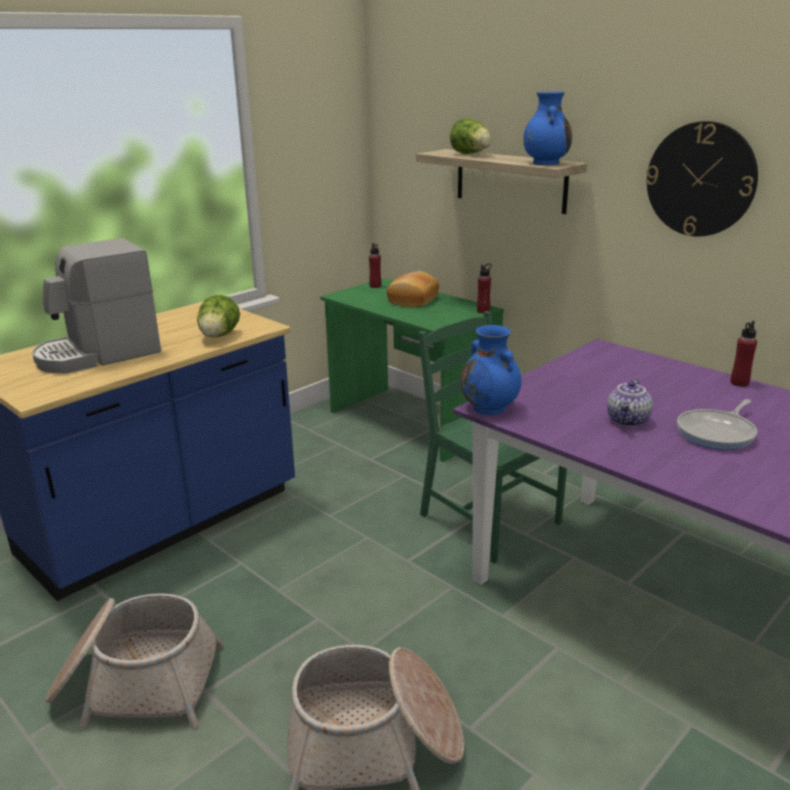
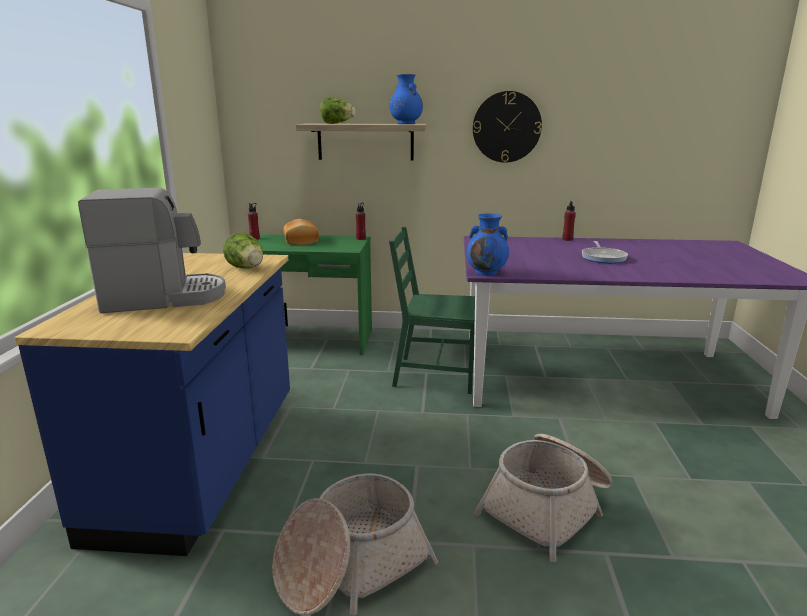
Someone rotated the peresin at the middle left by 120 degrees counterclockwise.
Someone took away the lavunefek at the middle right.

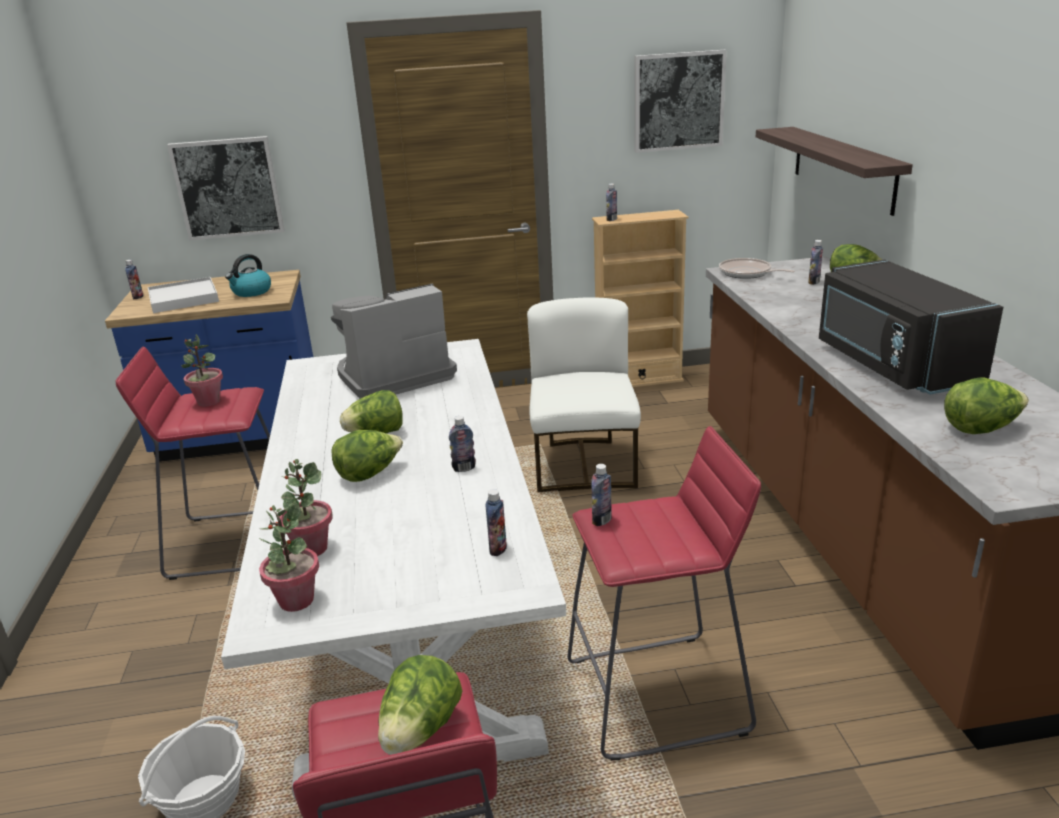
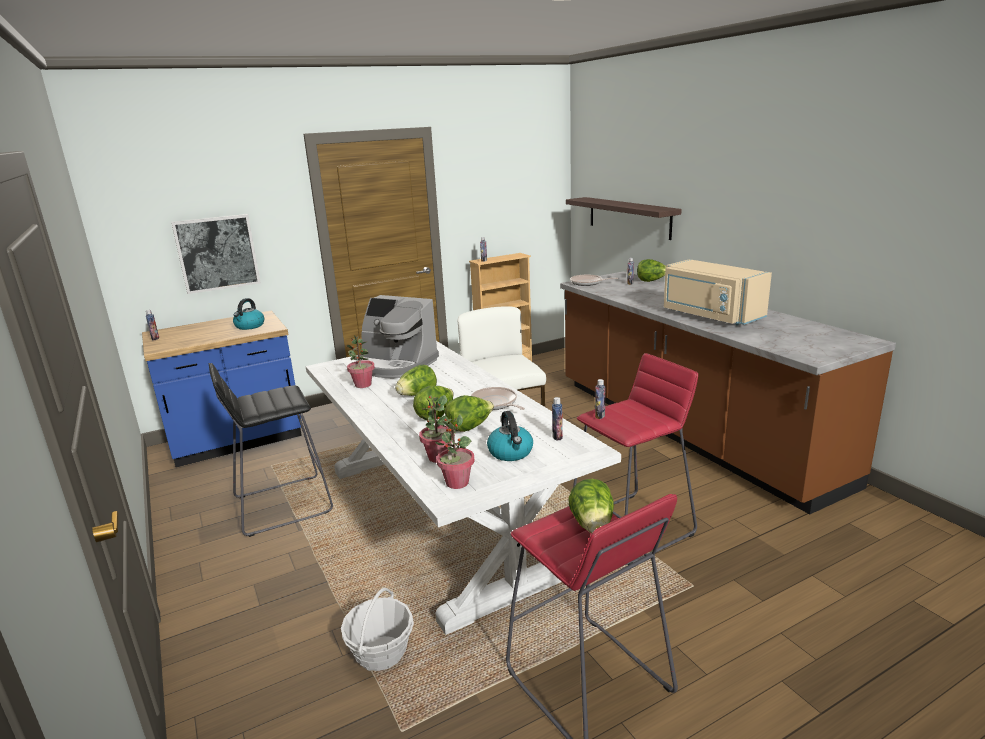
Someone repainted the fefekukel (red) (no. 1 from left) at the middle left, which became the fefekukel (black) at the middle left.
Someone carried the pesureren (no. 1 from left) from the middle left to the centre.
Someone rotated the peresin at the centre by 105 degrees counterclockwise.
Someone carried the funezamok (no. 5 from left in the first image) from the middle right to the centre.
Someone swapped the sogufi (no. 2 from left) at the centre for the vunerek (no. 1 from left) at the centre.
Someone put down the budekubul (no. 2 from left) at the centre.
Someone repainted the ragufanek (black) at the middle right, which became the ragufanek (beige) at the middle right.
Someone took away the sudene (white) at the middle left.
Someone took away the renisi (no. 2 from left) at the top centre.

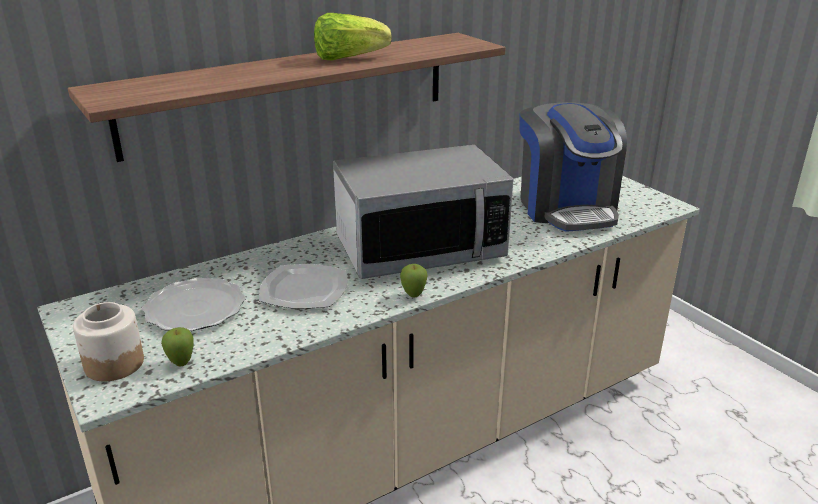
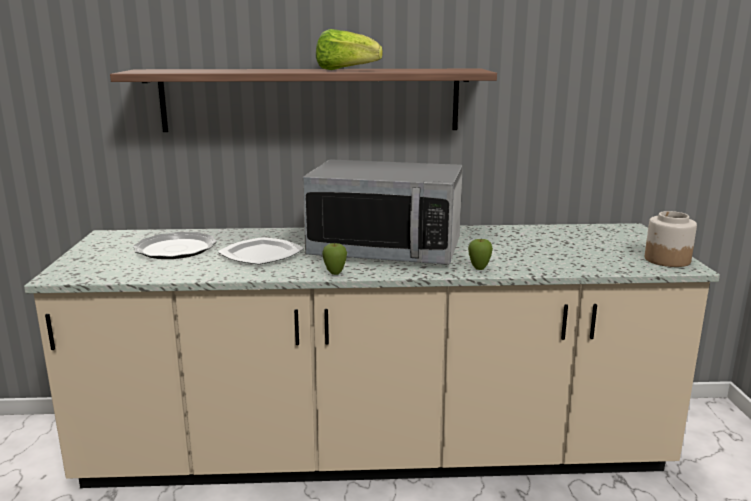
Someone carried the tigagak (no. 1 from left in the first image) from the bottom left to the centre.
Someone carried the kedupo from the bottom left to the middle right.
Someone took away the peresin at the top right.

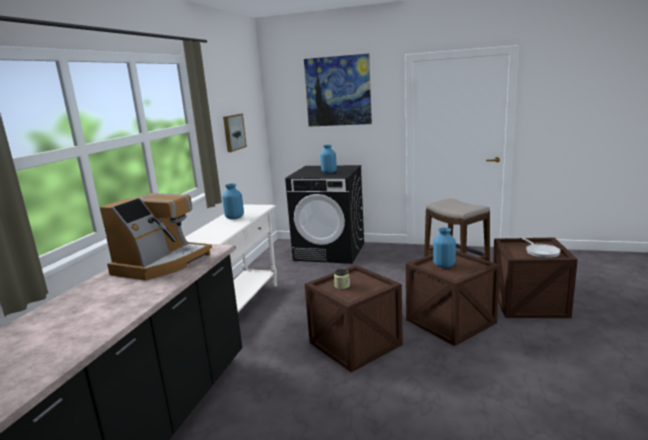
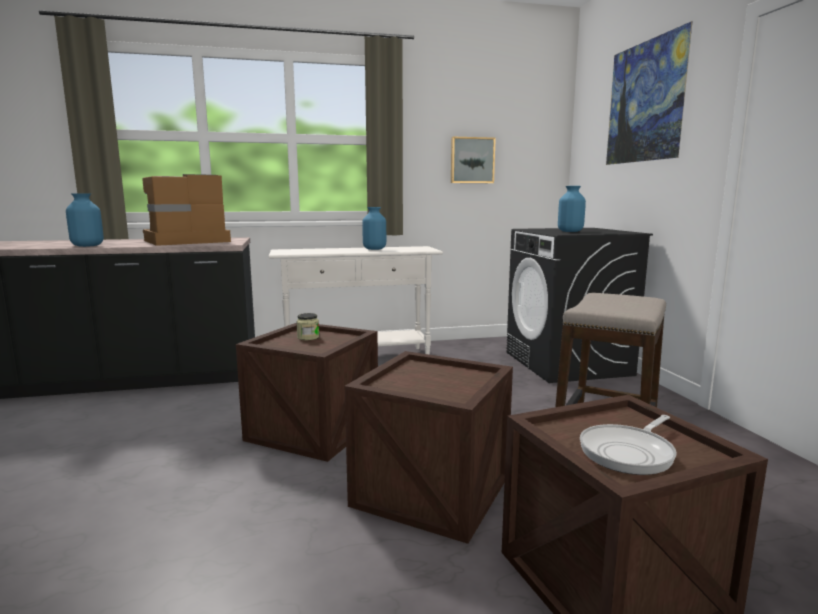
Someone carried the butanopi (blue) (no. 3 from left in the first image) from the middle right to the middle left.
Someone rotated the peresin at the middle left by 150 degrees clockwise.

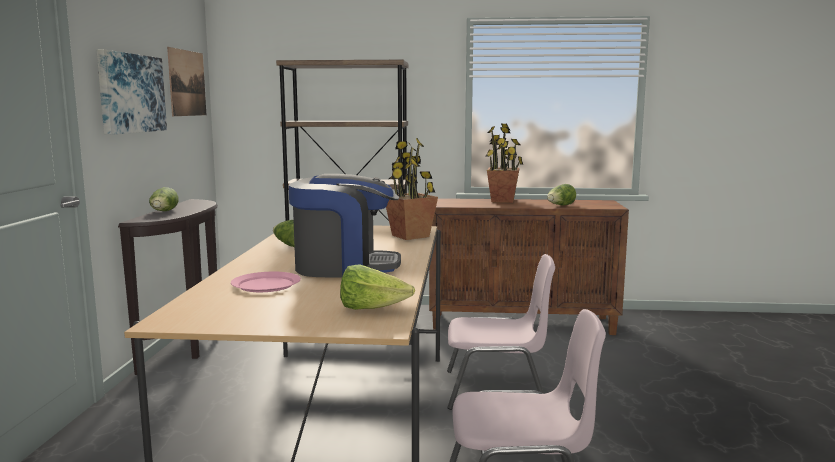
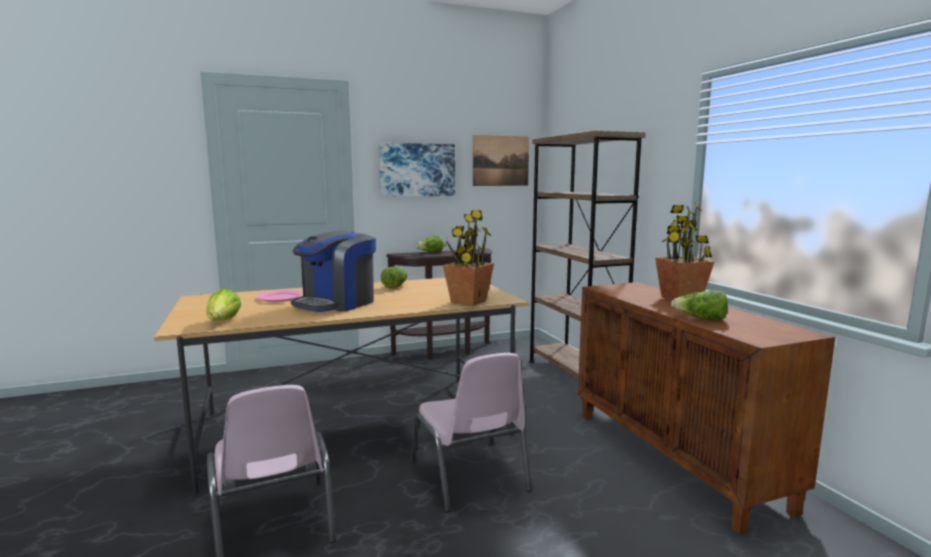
Someone rotated the peresin at the centre by 60 degrees clockwise.

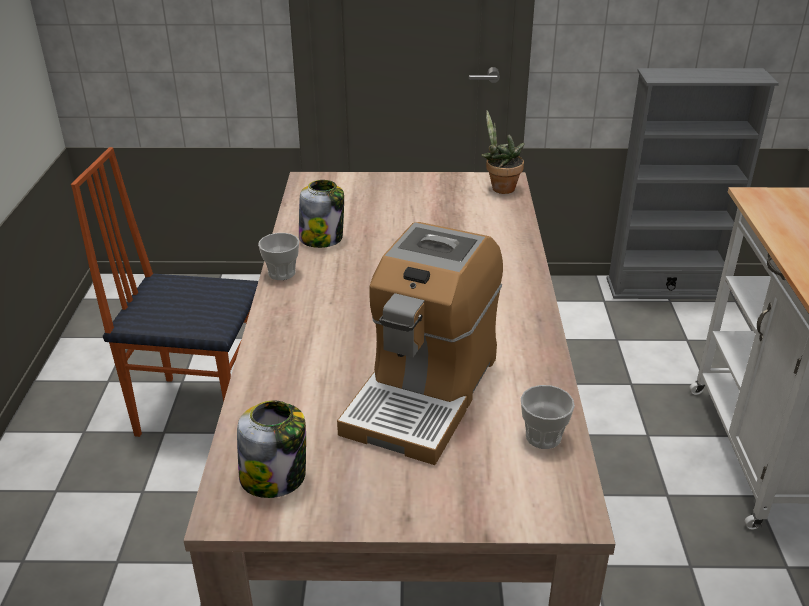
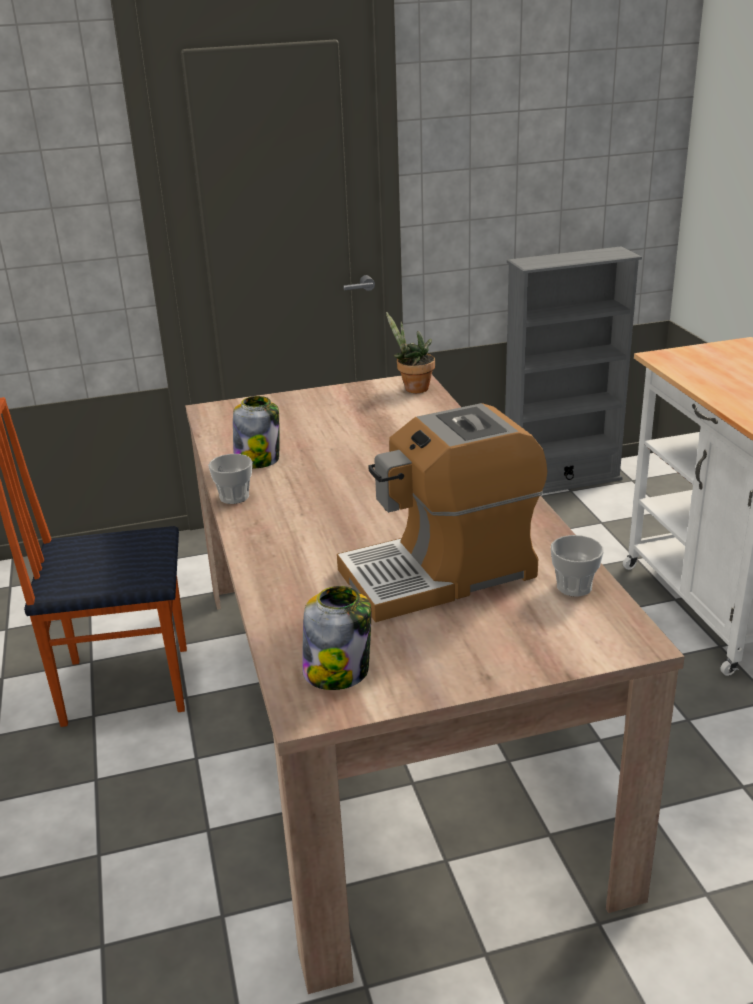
Someone rotated the peresin at the centre by 60 degrees clockwise.

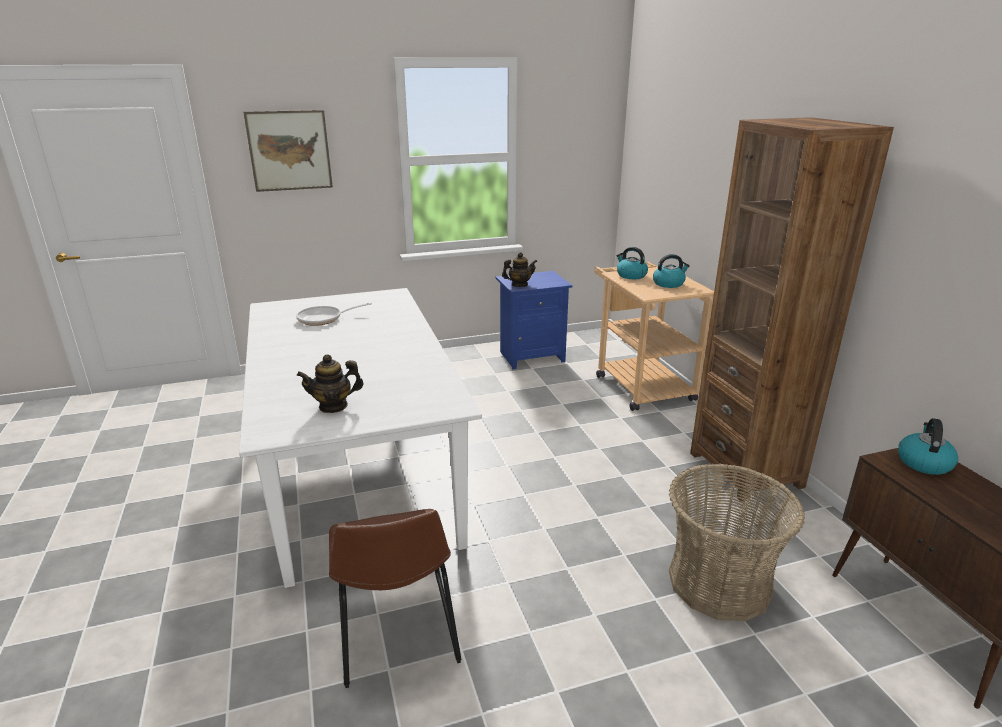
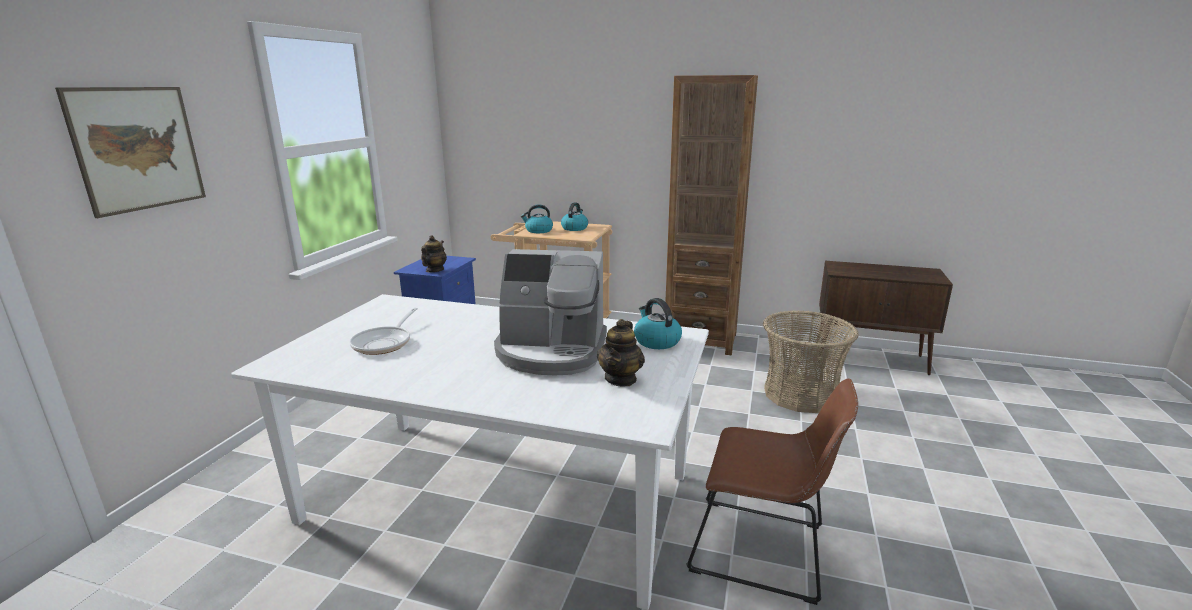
Someone put down the peresin at the centre.
Someone carried the budekubul (no. 3 from left) from the middle right to the centre.

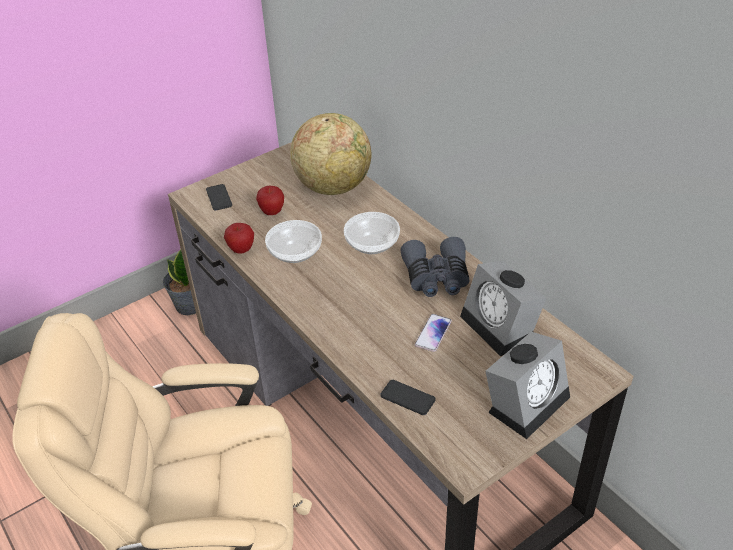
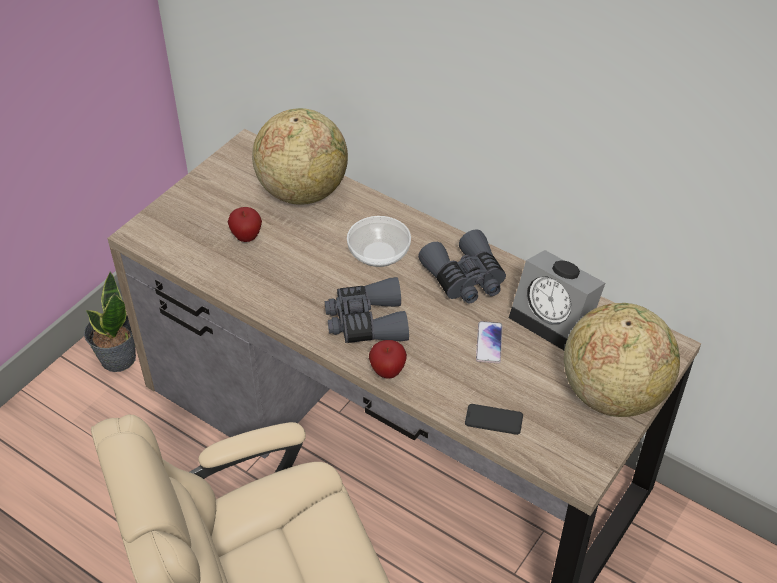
Someone put down the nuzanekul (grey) (no. 1 from left) at the centre.
Someone carried the tigagak (no. 1 from left in the first image) from the middle left to the centre.
Someone swapped the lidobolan (no. 2 from left) at the bottom right for the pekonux (no. 2 from left) at the middle right.
Someone took away the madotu (no. 1 from left) at the middle left.
Someone took away the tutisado (no. 1 from left) at the centre.

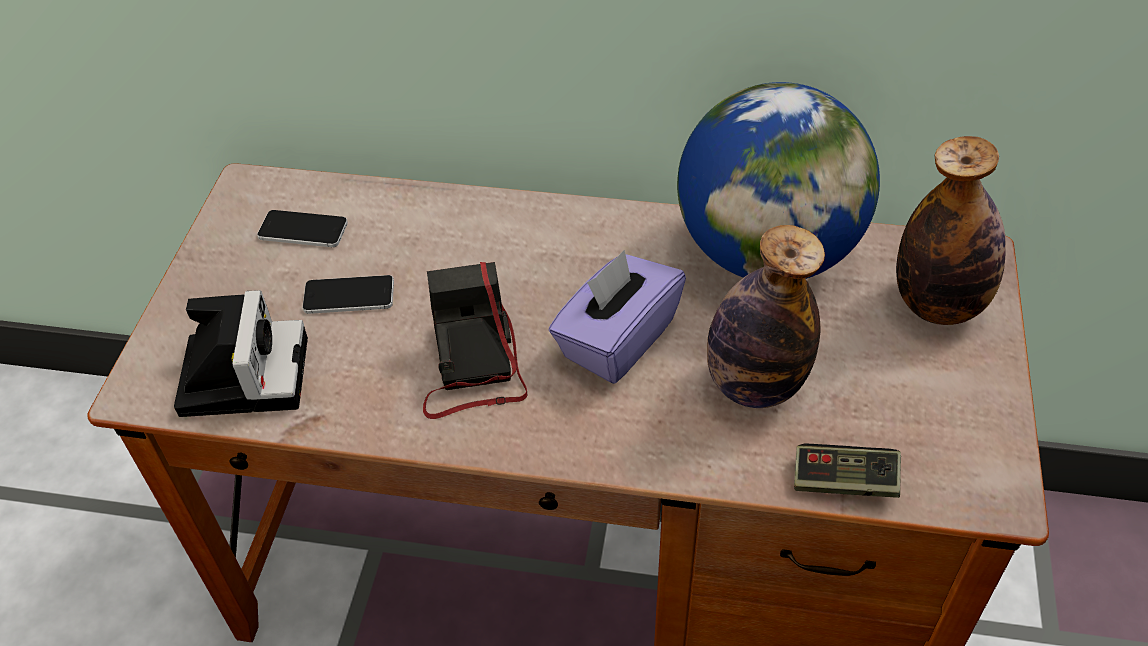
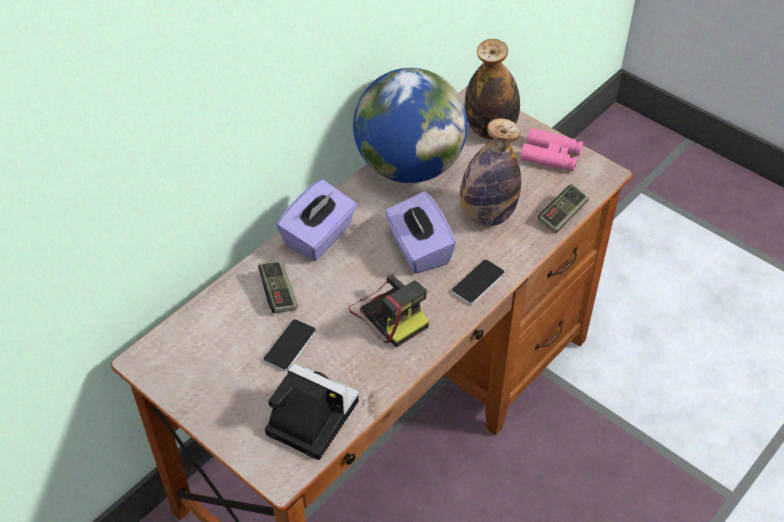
Someone put down the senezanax (no. 1 from left) at the centre.
Someone put down the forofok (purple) (no. 1 from left) at the centre.
Someone rotated the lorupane (no. 2 from left) at the centre by 150 degrees counterclockwise.
Someone carried the madotu (no. 1 from left in the first image) from the middle left to the centre.
Someone put down the nuzanekul (pink) at the top right.

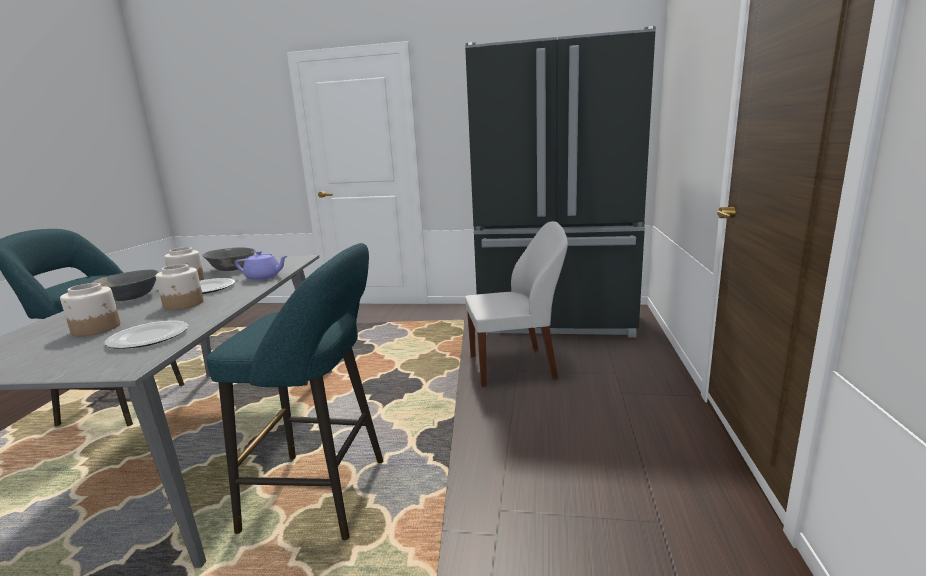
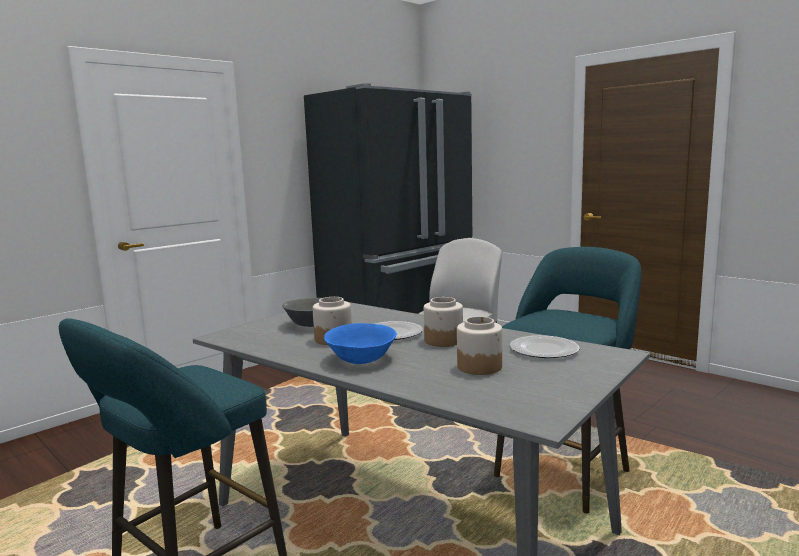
Someone repainted the tutisado (grey) (no. 1 from left) at the middle left, which became the tutisado (blue) at the centre.
Someone took away the lavunefek (purple) at the middle left.

